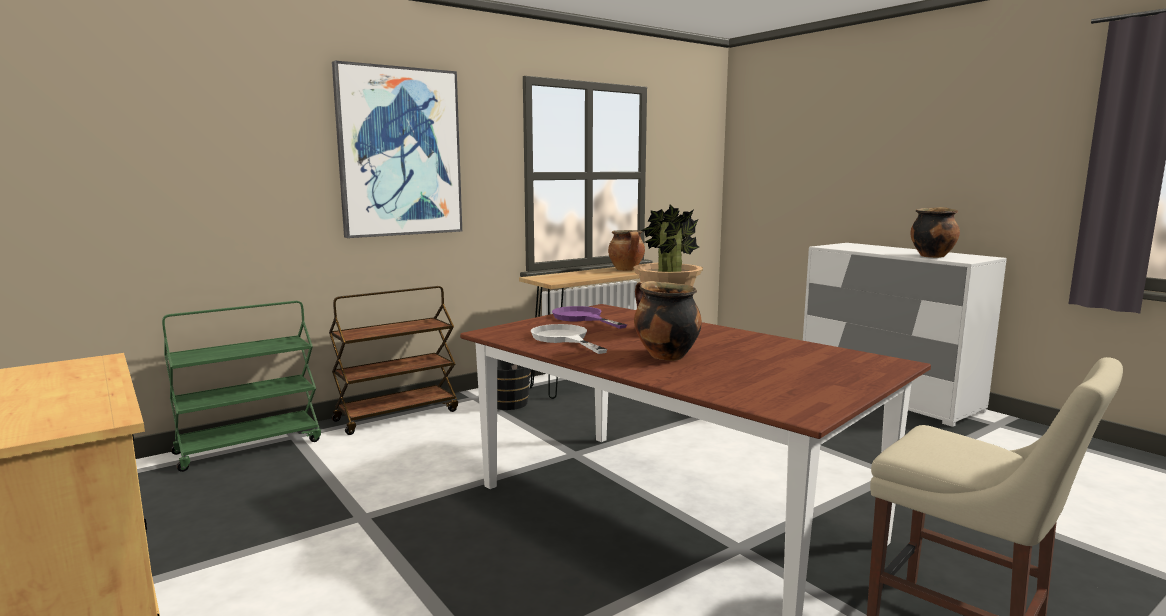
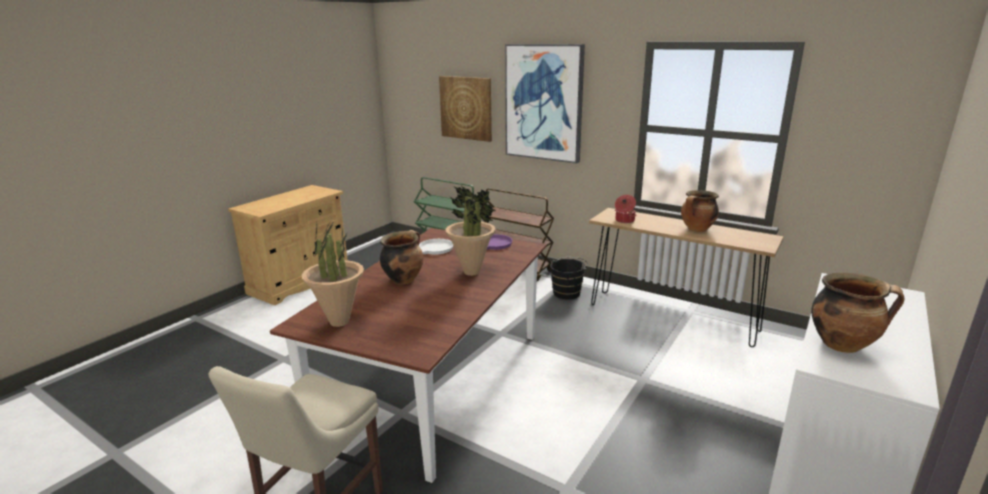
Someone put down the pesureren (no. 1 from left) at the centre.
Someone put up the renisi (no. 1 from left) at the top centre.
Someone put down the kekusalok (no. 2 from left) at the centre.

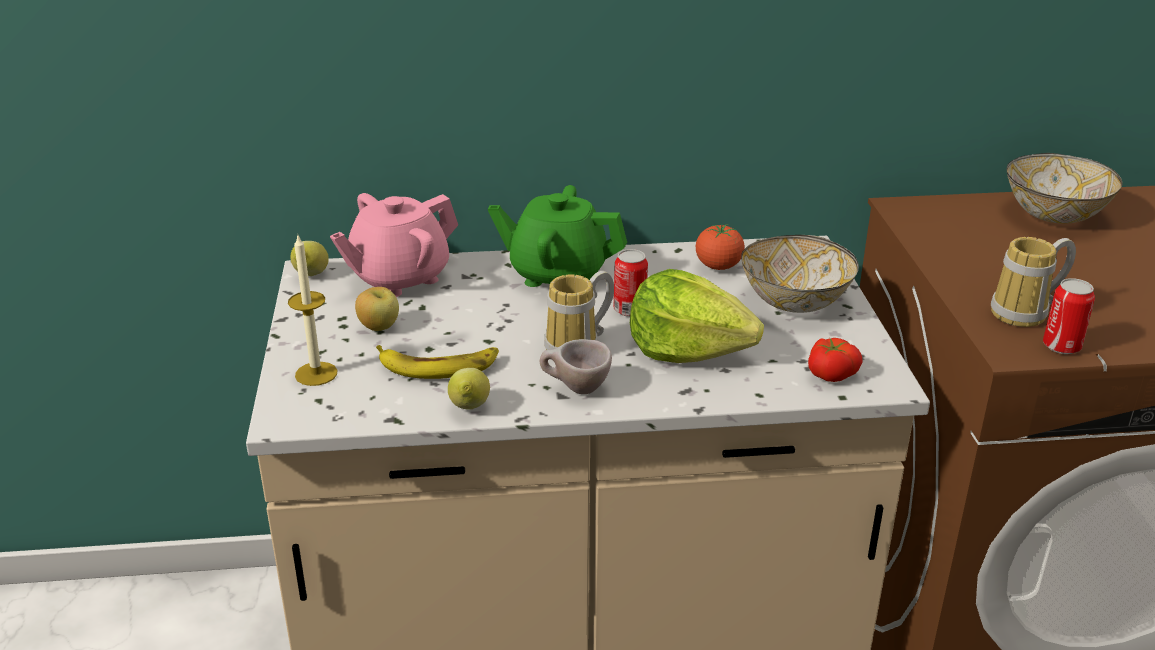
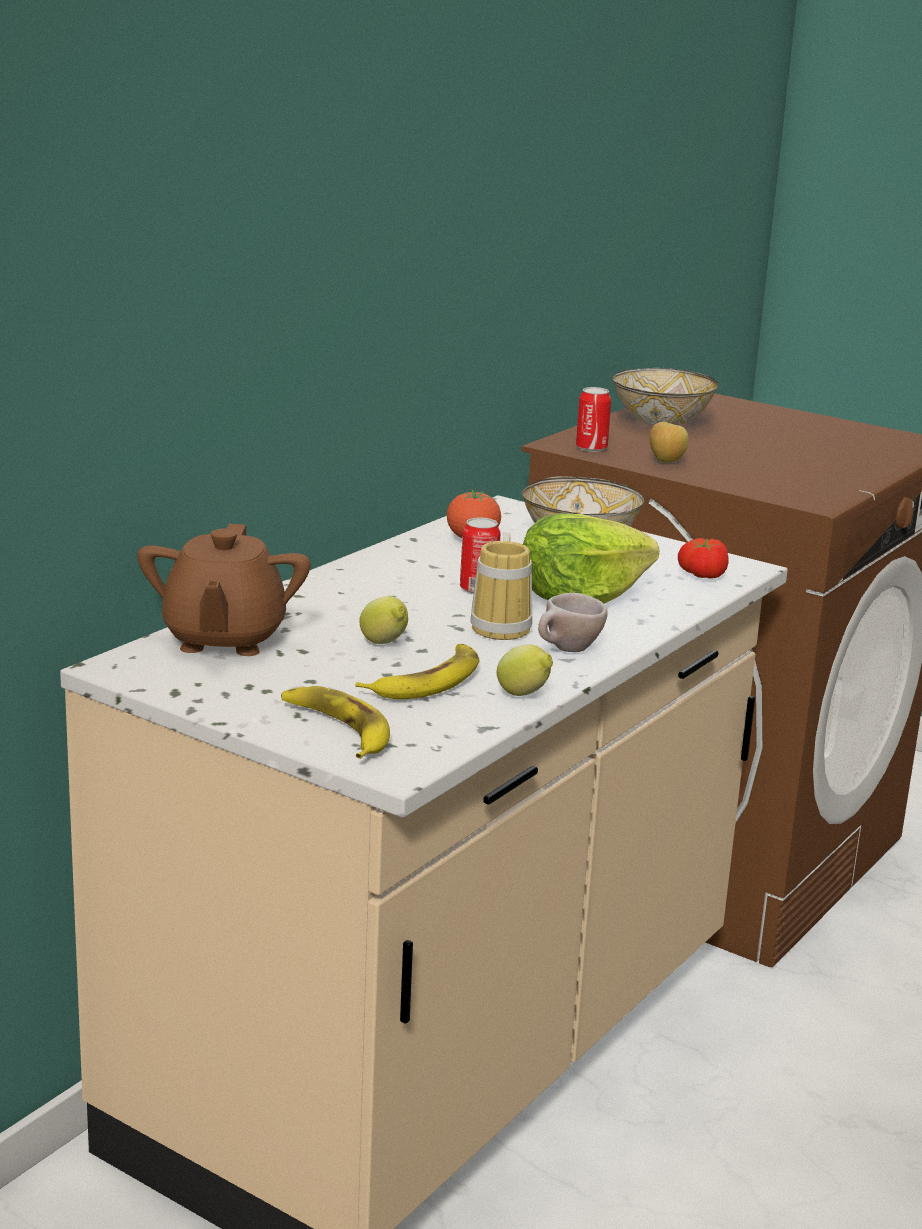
Someone repainted the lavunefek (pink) at the centre, which became the lavunefek (brown) at the middle left.
Someone swapped the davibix at the middle left for the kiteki (no. 1 from left) at the centre.
Someone carried the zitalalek (no. 1 from left) from the middle left to the centre.
Someone carried the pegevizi (no. 2 from left) from the middle right to the centre.
Someone carried the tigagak from the middle left to the middle right.
Someone took away the lavunefek (green) at the centre.
Someone took away the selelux (no. 2 from left) at the middle right.

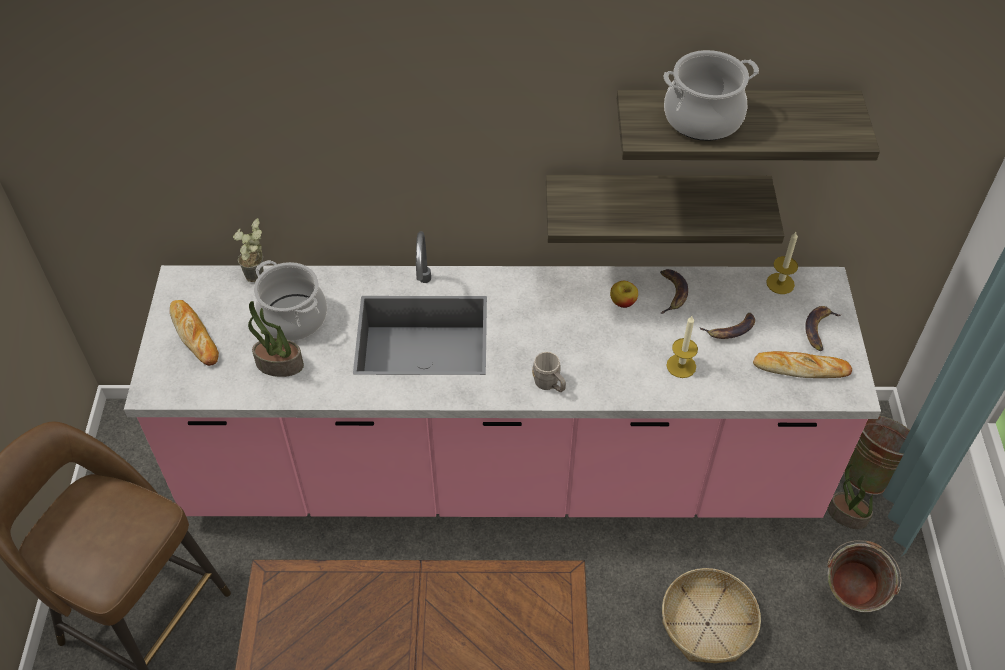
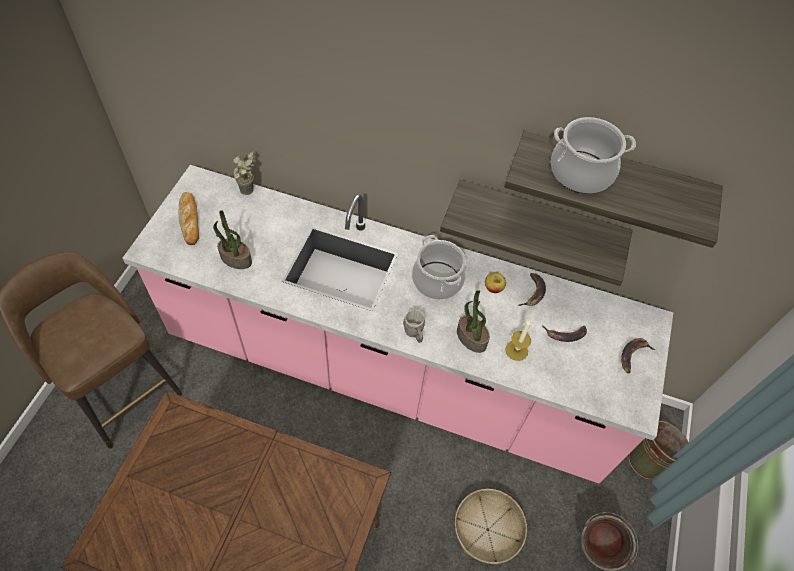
Someone carried the kekusalok (no. 1 from left) from the middle left to the centre.
Someone carried the pesureren (no. 3 from left) from the bottom right to the centre.
Someone took away the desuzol (no. 2 from left) at the middle right.
Someone took away the davibix (no. 2 from left) at the middle right.

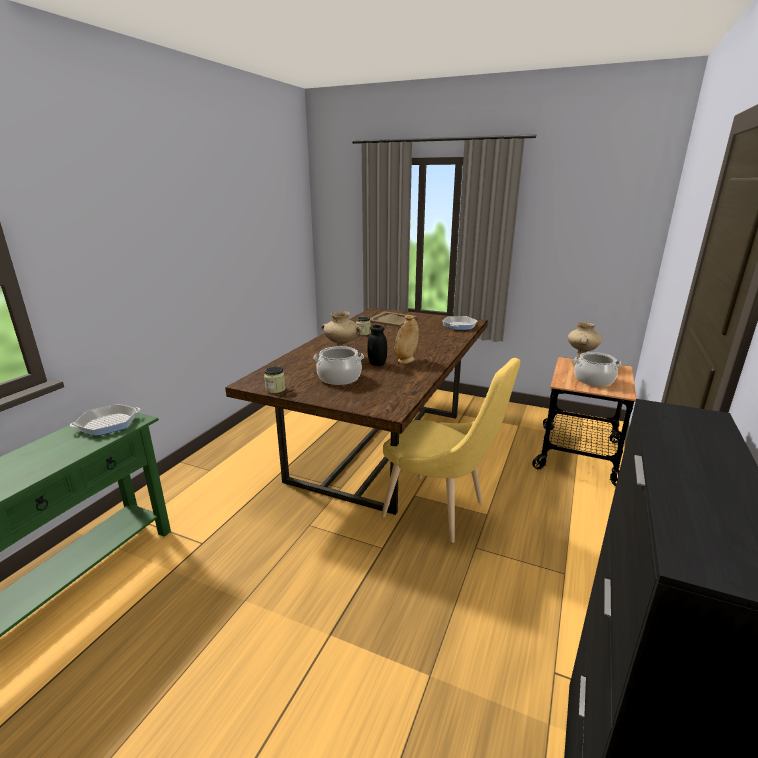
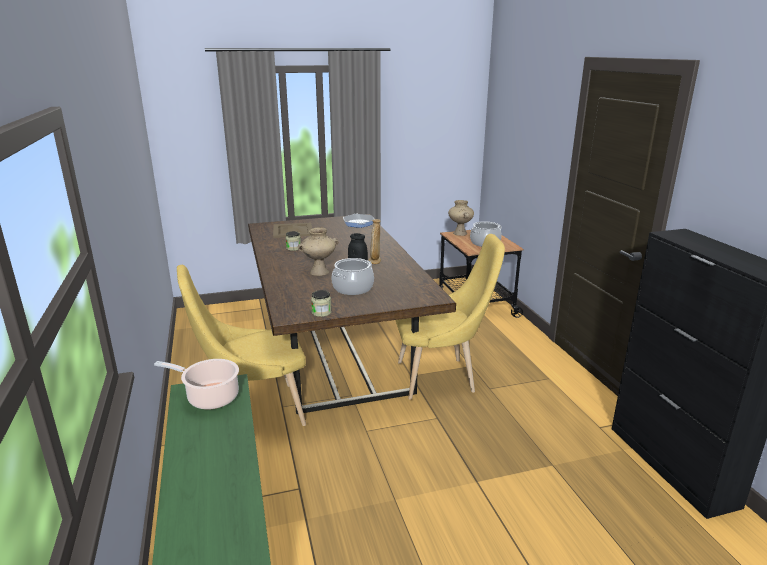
Someone swapped the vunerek (no. 1 from left) at the middle left for the kekusalok (no. 1 from left) at the bottom left.
Someone put down the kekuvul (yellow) (no. 1 from left) at the middle left.

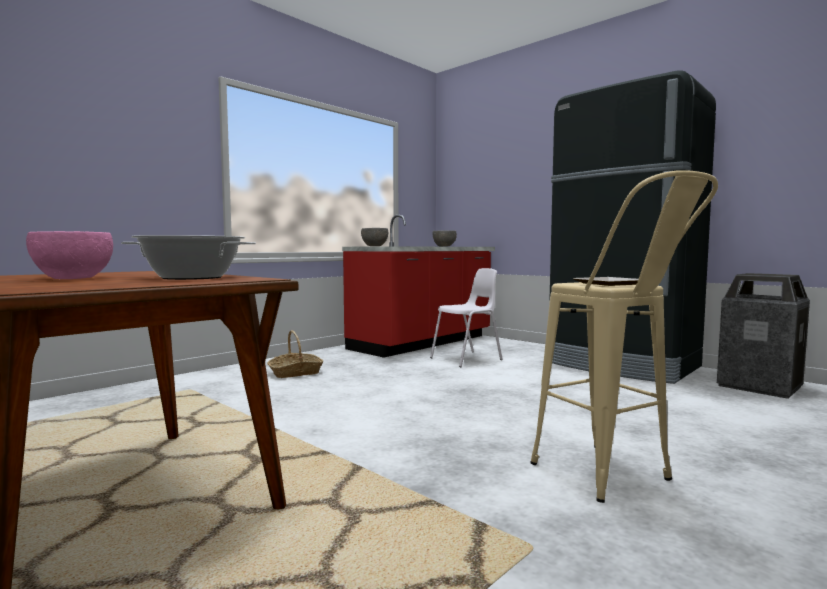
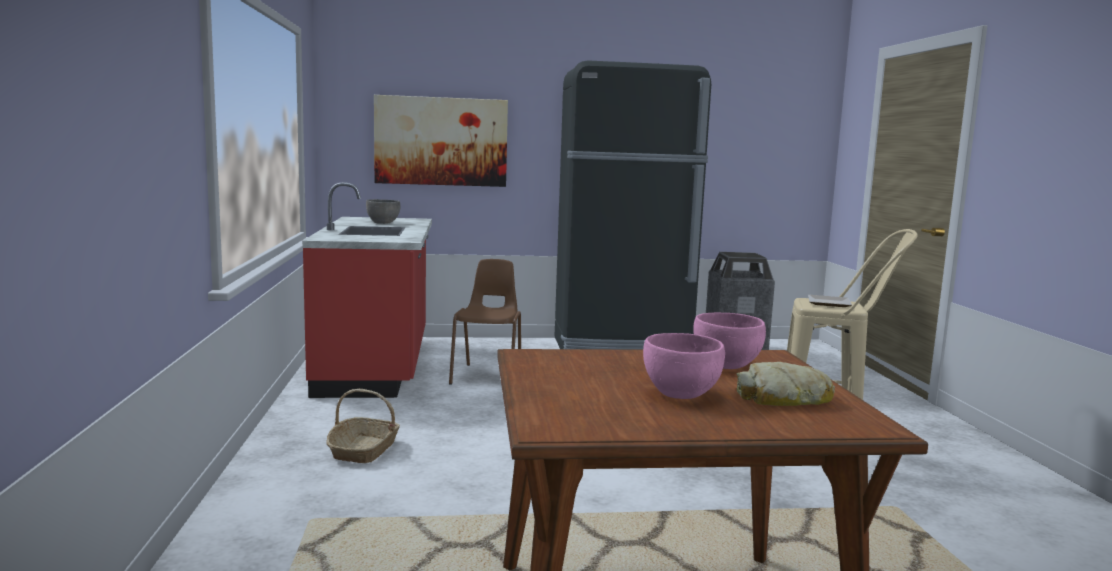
Someone put up the renisi at the top centre.
Someone repainted the kekuvul (white) at the centre, which became the kekuvul (brown) at the centre.
Someone swapped the kekusalok at the middle left for the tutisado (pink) (no. 2 from left) at the centre.
Someone put down the desuzol at the bottom right.
Someone took away the tutisado (grey) (no. 1 from left) at the centre.

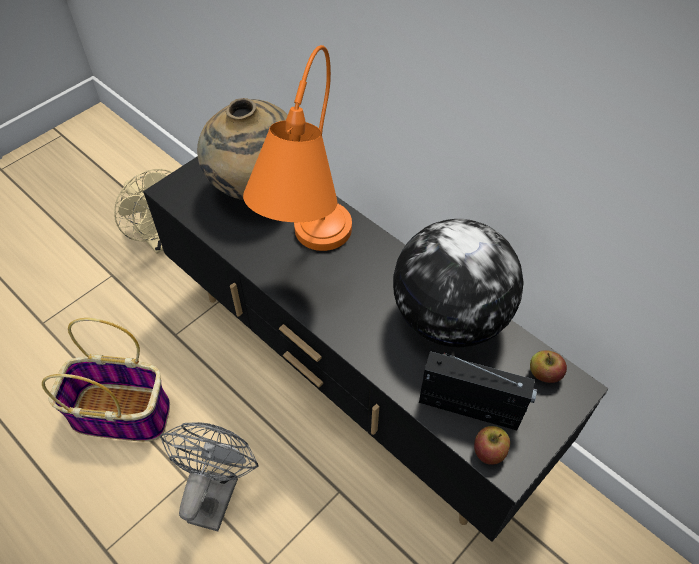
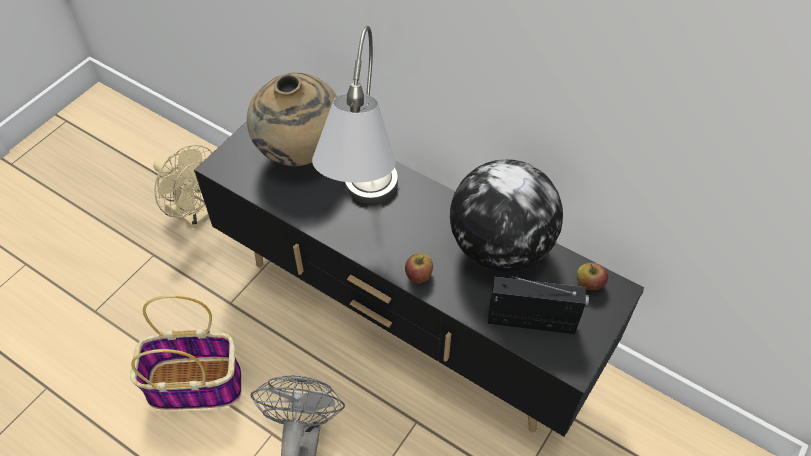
Someone repainted the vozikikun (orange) at the top centre, which became the vozikikun (grey) at the top centre.
Someone carried the tigagak (no. 1 from left) from the bottom right to the centre.

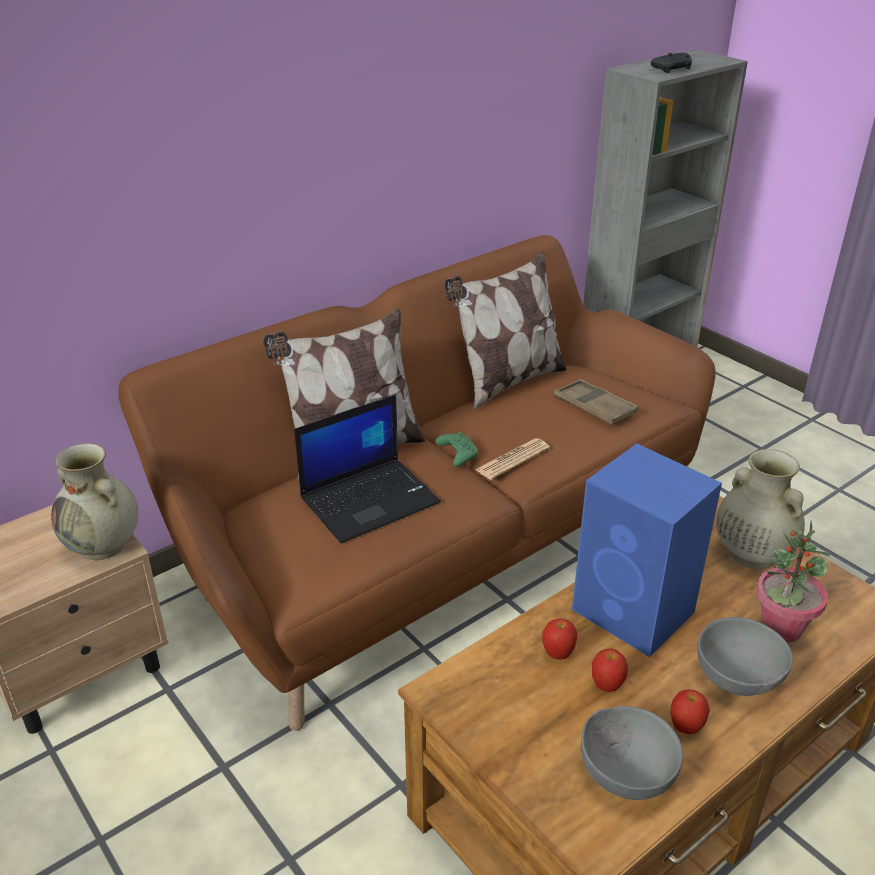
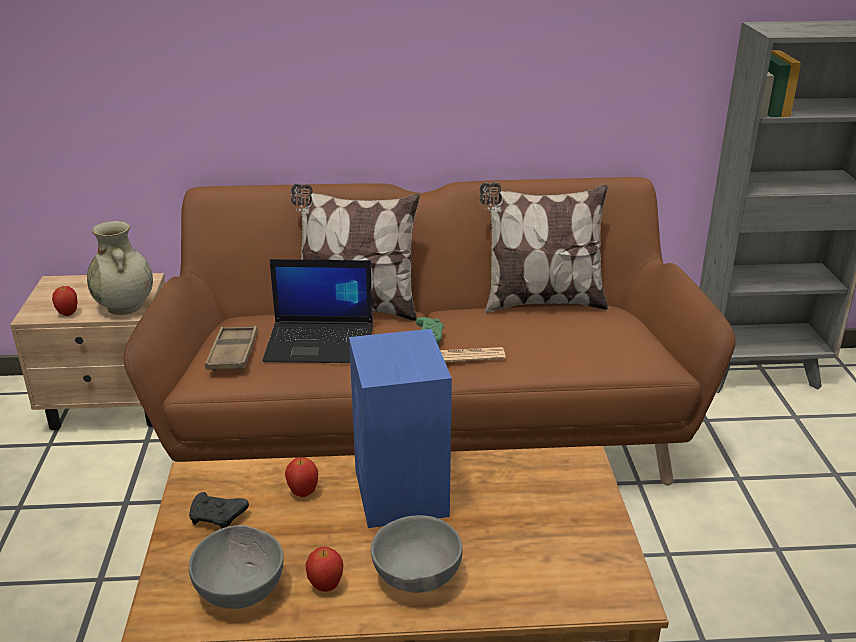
Someone carried the tigagak (no. 2 from left in the first image) from the bottom right to the middle left.
Someone carried the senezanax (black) from the top right to the bottom left.
Someone carried the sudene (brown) from the middle right to the middle left.
Someone took away the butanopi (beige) (no. 2 from left) at the middle right.
Someone took away the pesureren at the middle right.

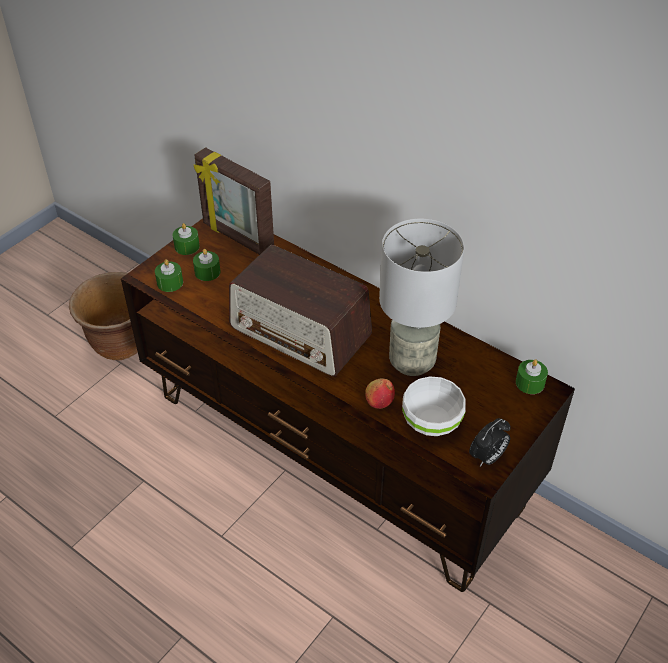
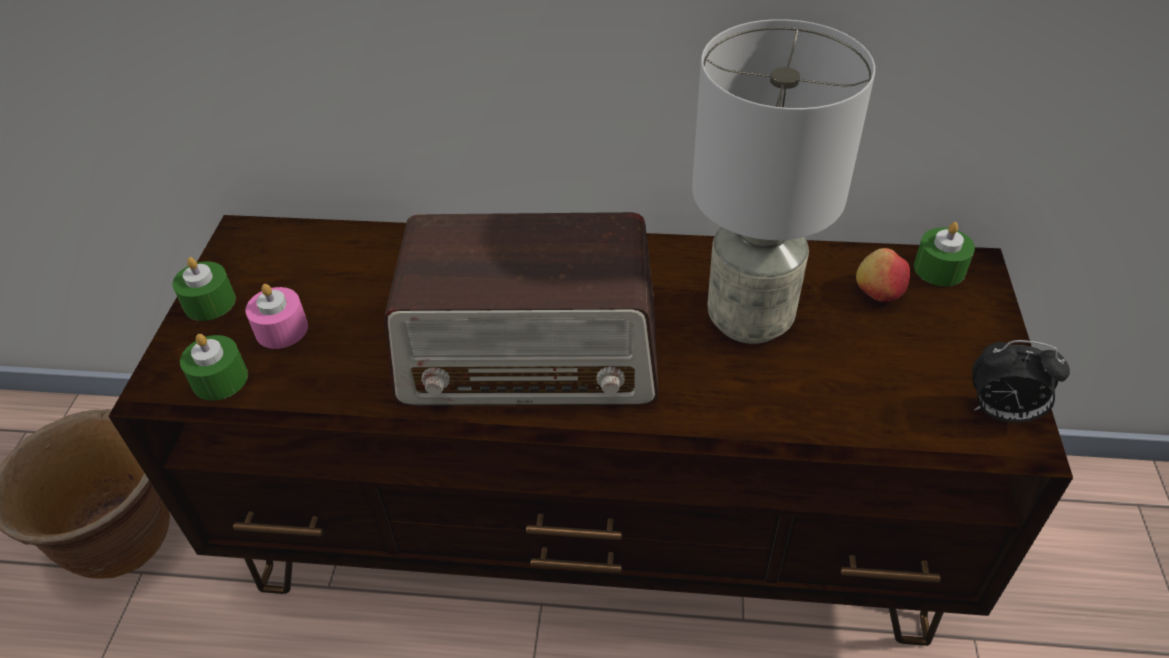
Someone repainted the davibix (green) (no. 3 from left) at the middle left, which became the davibix (pink) at the middle left.
Someone carried the tigagak from the centre to the middle right.
Someone rotated the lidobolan at the bottom right by 90 degrees clockwise.
Someone took away the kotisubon at the top centre.
Someone took away the tutisado (white) at the centre.

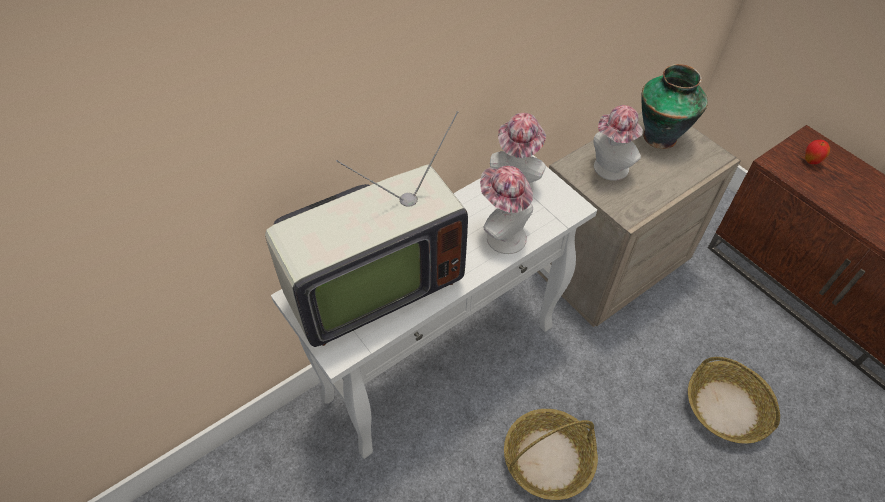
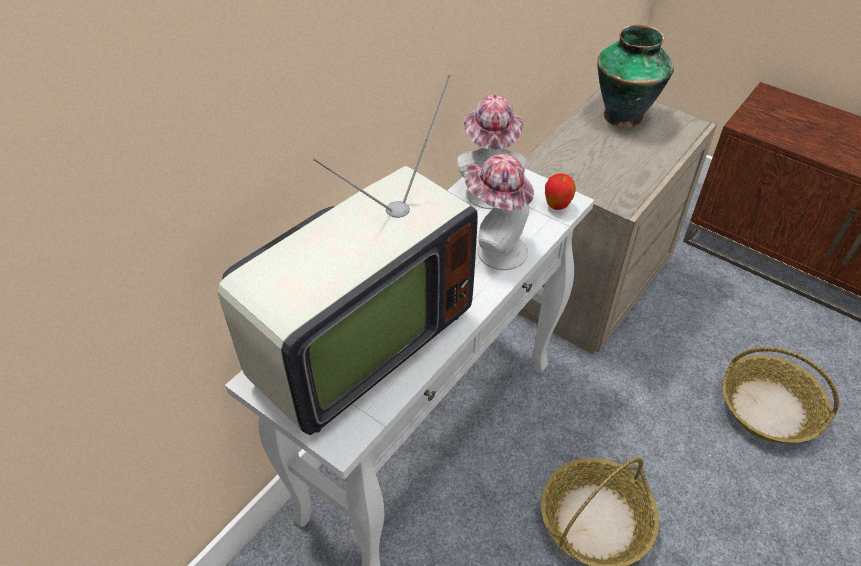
Someone carried the tigagak from the top right to the centre.
Someone took away the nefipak (no. 3 from left) at the top right.

